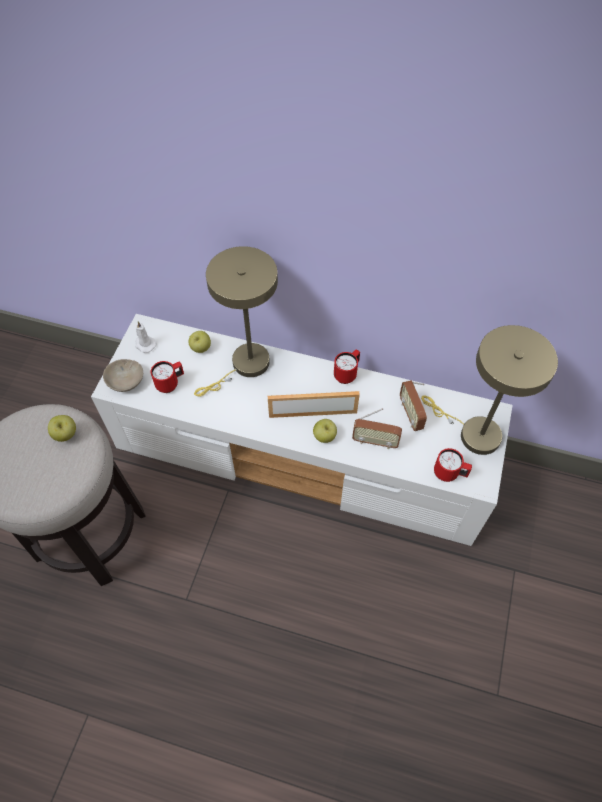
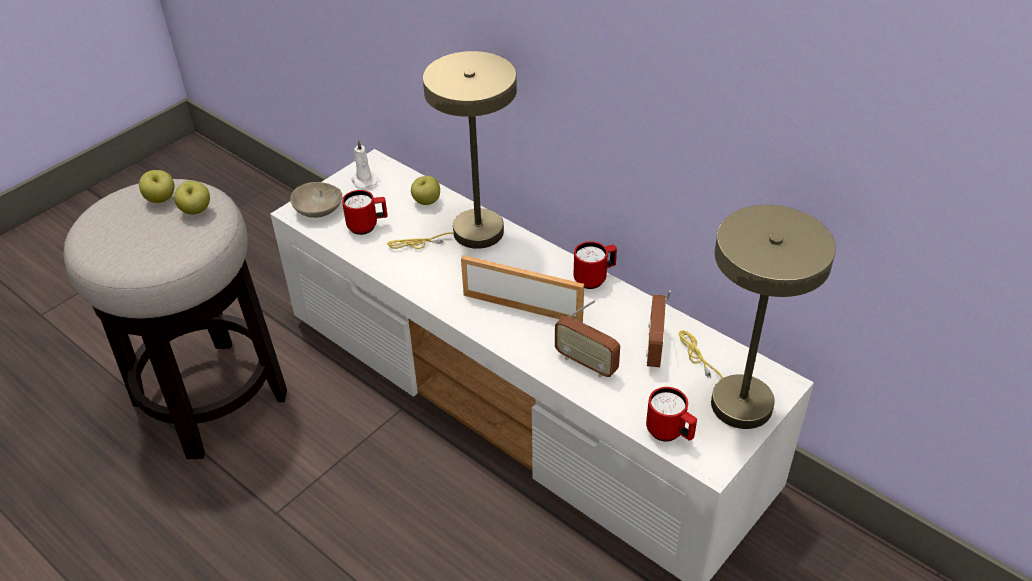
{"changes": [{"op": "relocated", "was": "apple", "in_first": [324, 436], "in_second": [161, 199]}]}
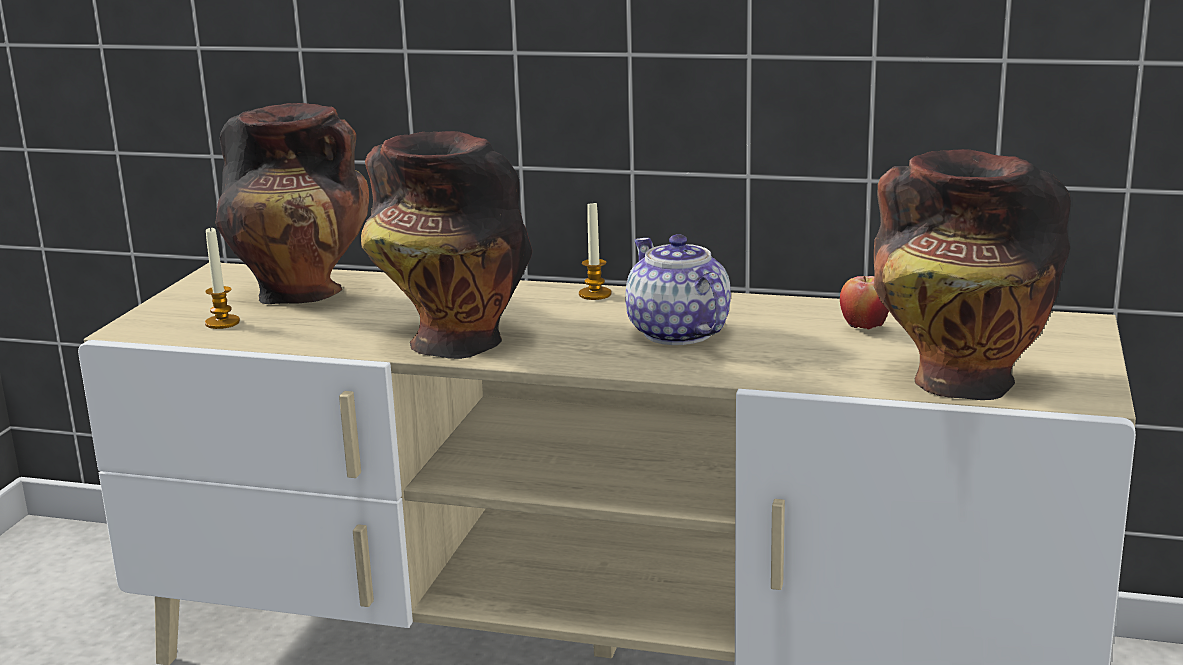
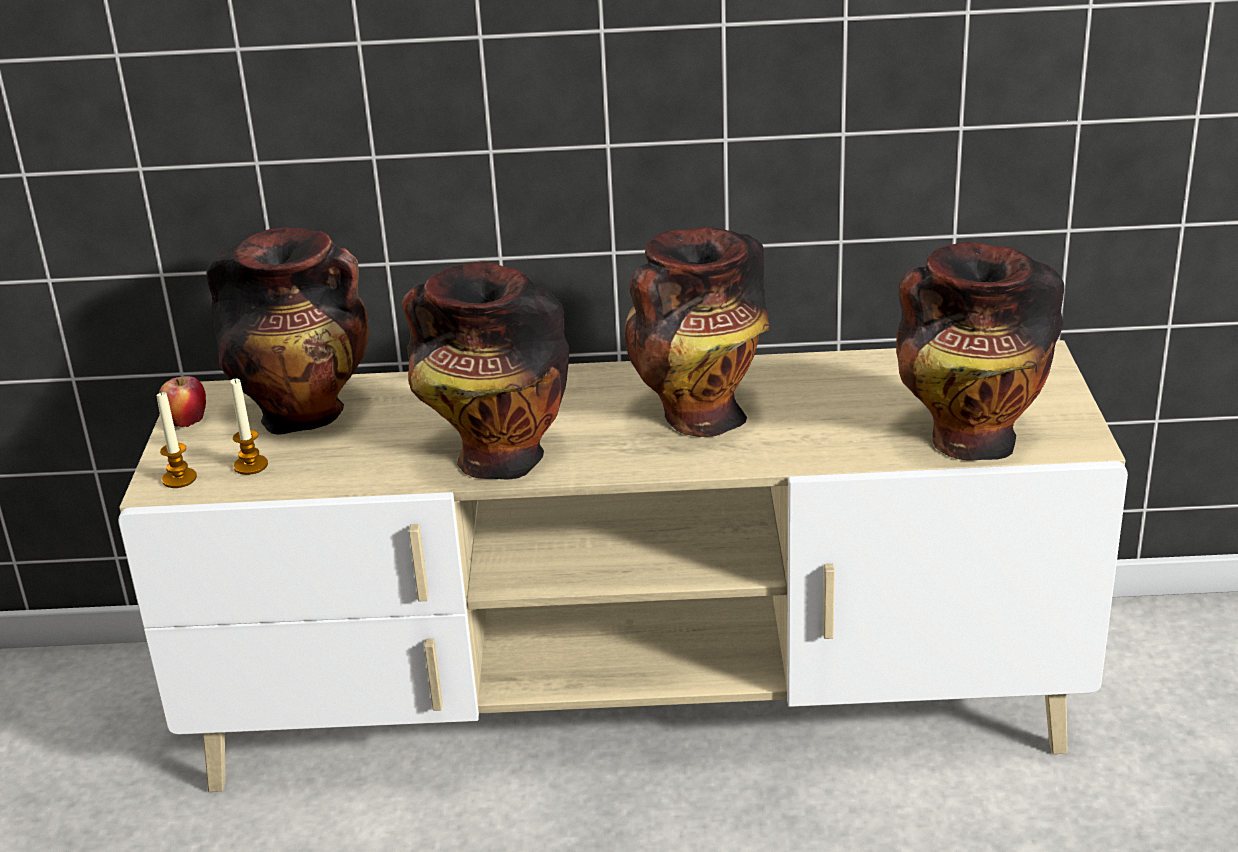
{"changes": [{"op": "relocated", "was": "candle", "in_first": [595, 294], "in_second": [179, 479]}, {"op": "relocated", "was": "apple", "in_first": [864, 328], "in_second": [187, 422]}, {"op": "exchanged", "was": "teapot", "now": "vase", "in_first": [677, 333], "in_second": [700, 417]}]}
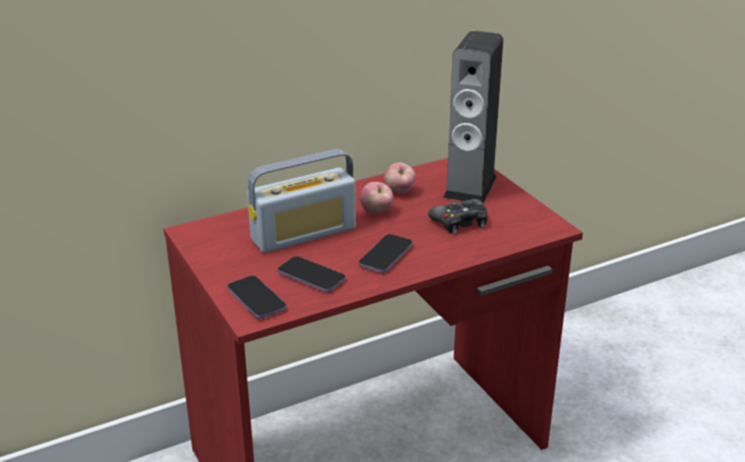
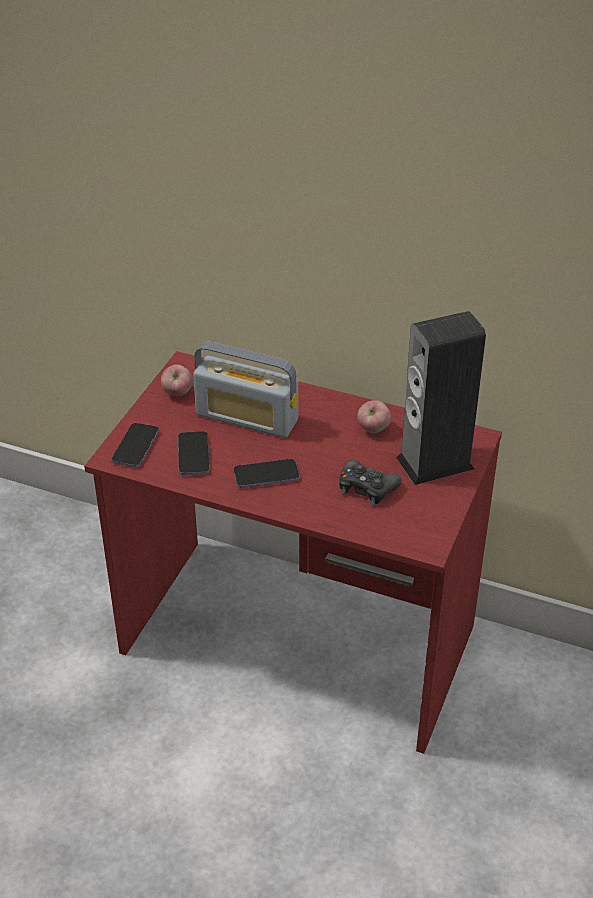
{"changes": [{"op": "relocated", "was": "apple", "in_first": [376, 212], "in_second": [177, 393]}]}
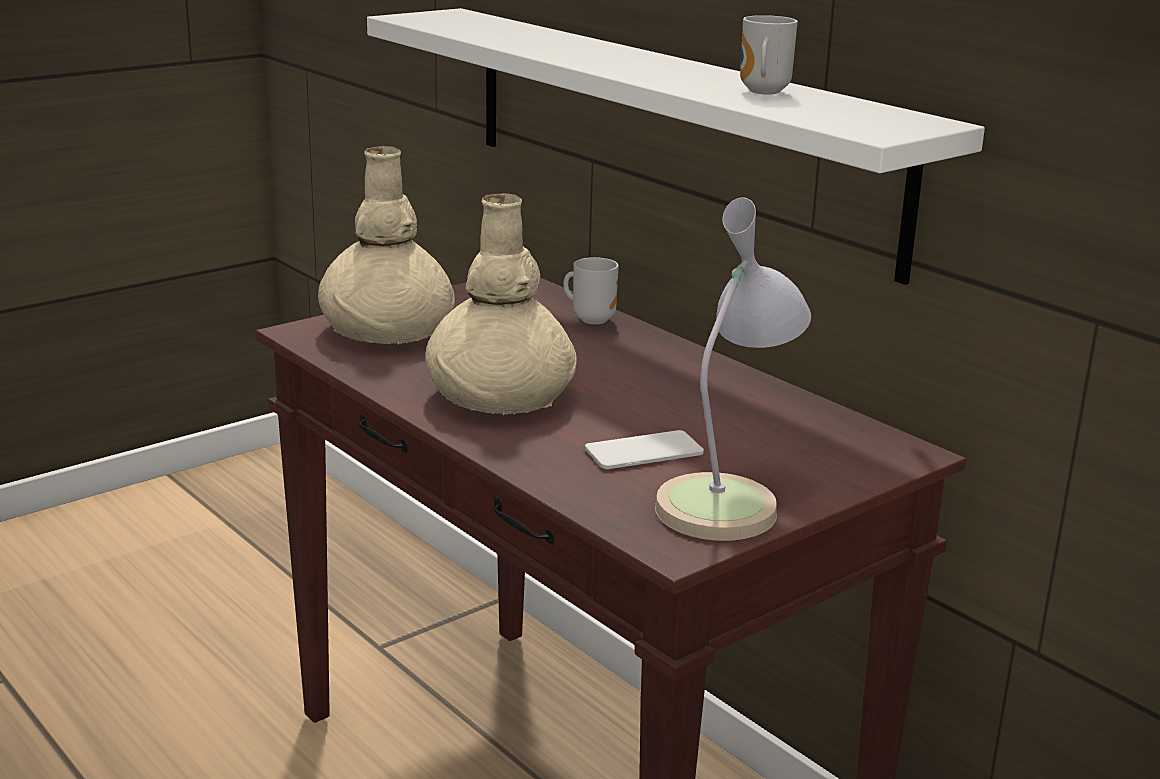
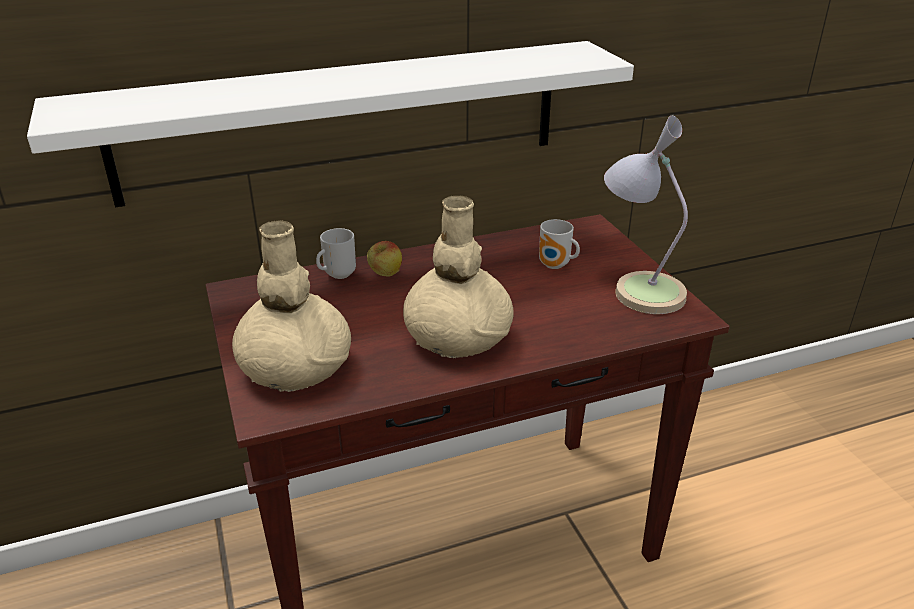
{"changes": [{"op": "appeared", "now": "apple", "in_second": [385, 275]}, {"op": "relocated", "was": "mug", "in_first": [761, 92], "in_second": [555, 266]}, {"op": "missing", "was": "phone", "in_first": [644, 452]}]}
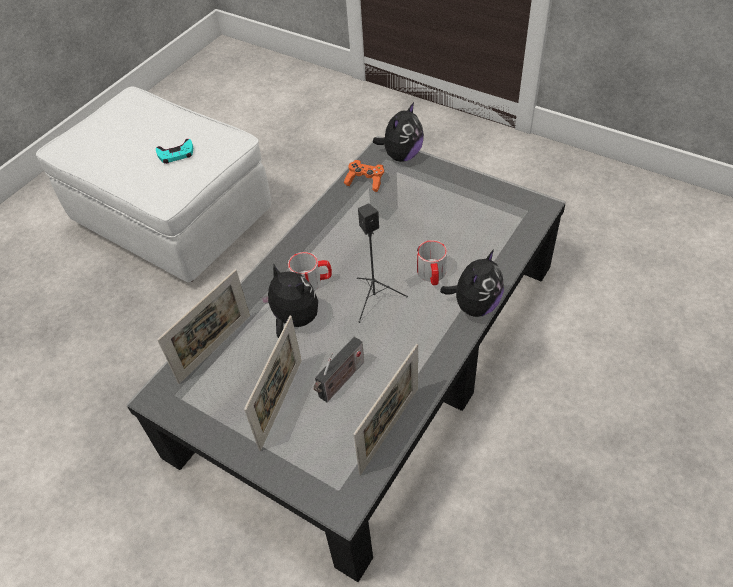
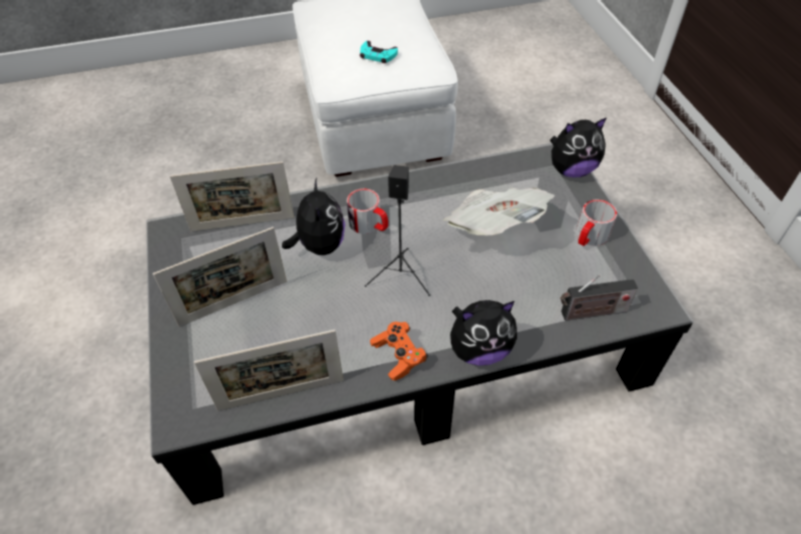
{"changes": [{"op": "relocated", "was": "orange game controller", "in_first": [365, 181], "in_second": [399, 355]}, {"op": "appeared", "now": "newspaper", "in_second": [493, 227]}, {"op": "relocated", "was": "radio", "in_first": [340, 382], "in_second": [591, 313]}, {"op": "relocated", "was": "mug", "in_first": [432, 275], "in_second": [589, 237]}]}
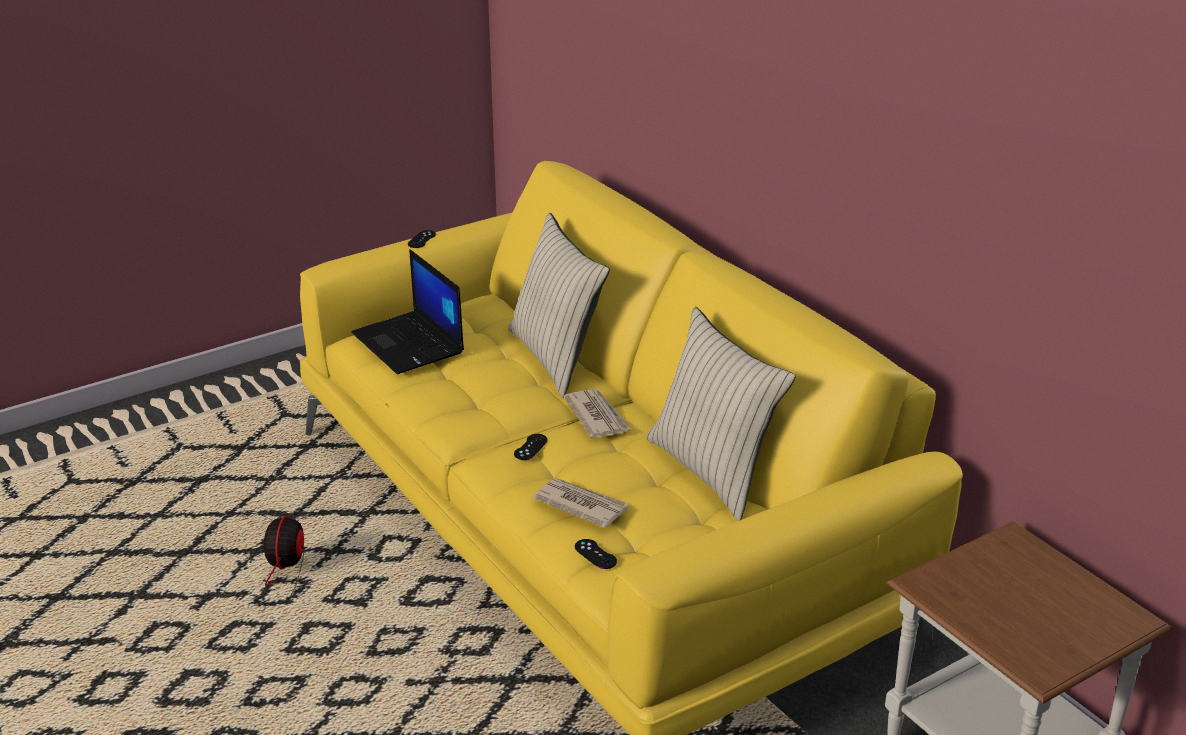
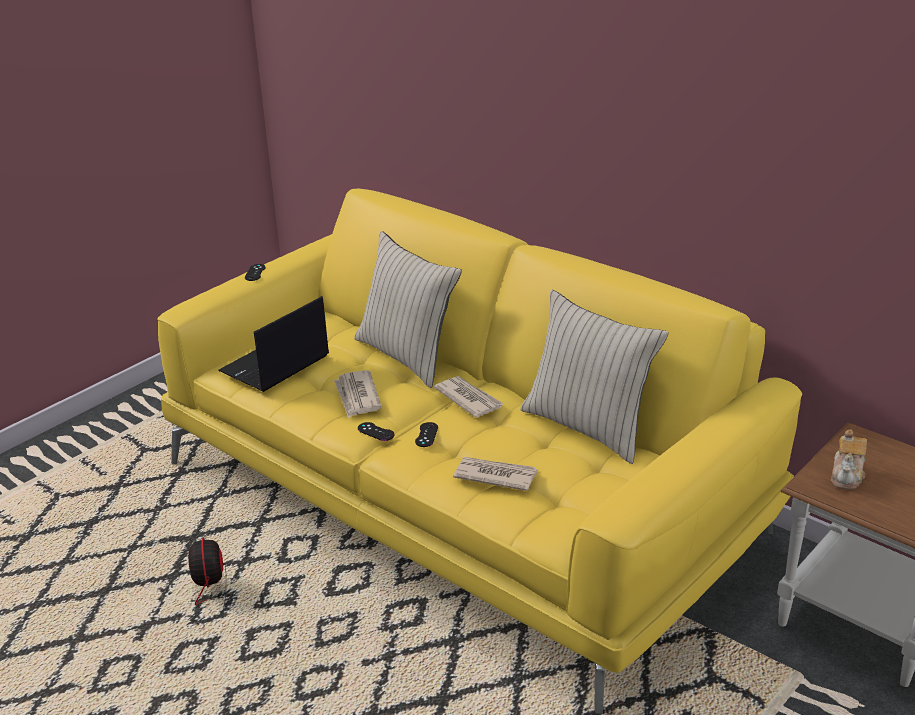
{"changes": [{"op": "spun", "was": "laptop", "in_first": [410, 344], "in_second": [274, 365], "clockwise": 90}, {"op": "appeared", "now": "newspaper", "in_second": [357, 396]}, {"op": "relocated", "was": "black game controller", "in_first": [595, 554], "in_second": [376, 432]}, {"op": "appeared", "now": "teapot", "in_second": [847, 475]}]}
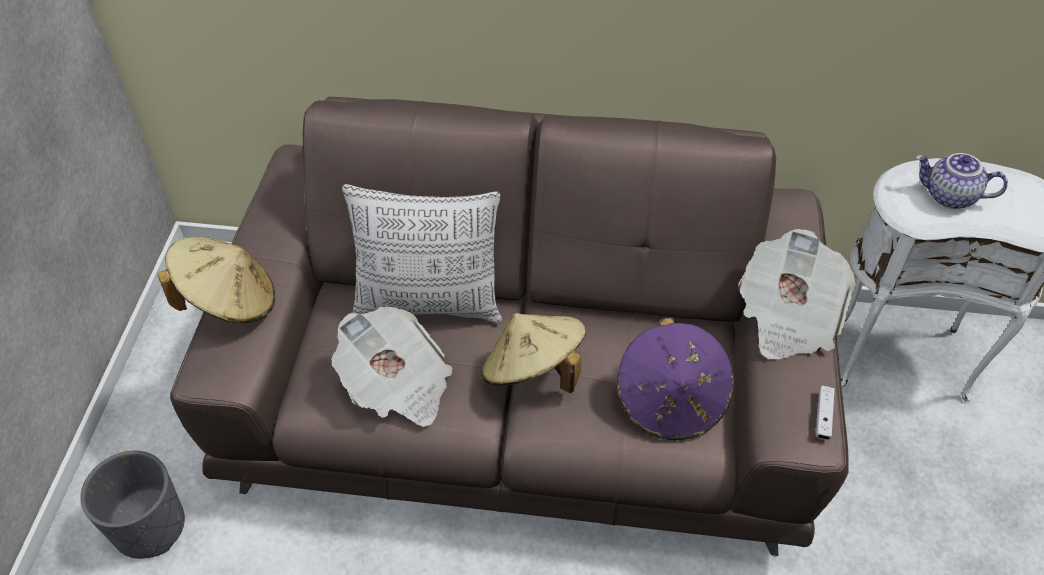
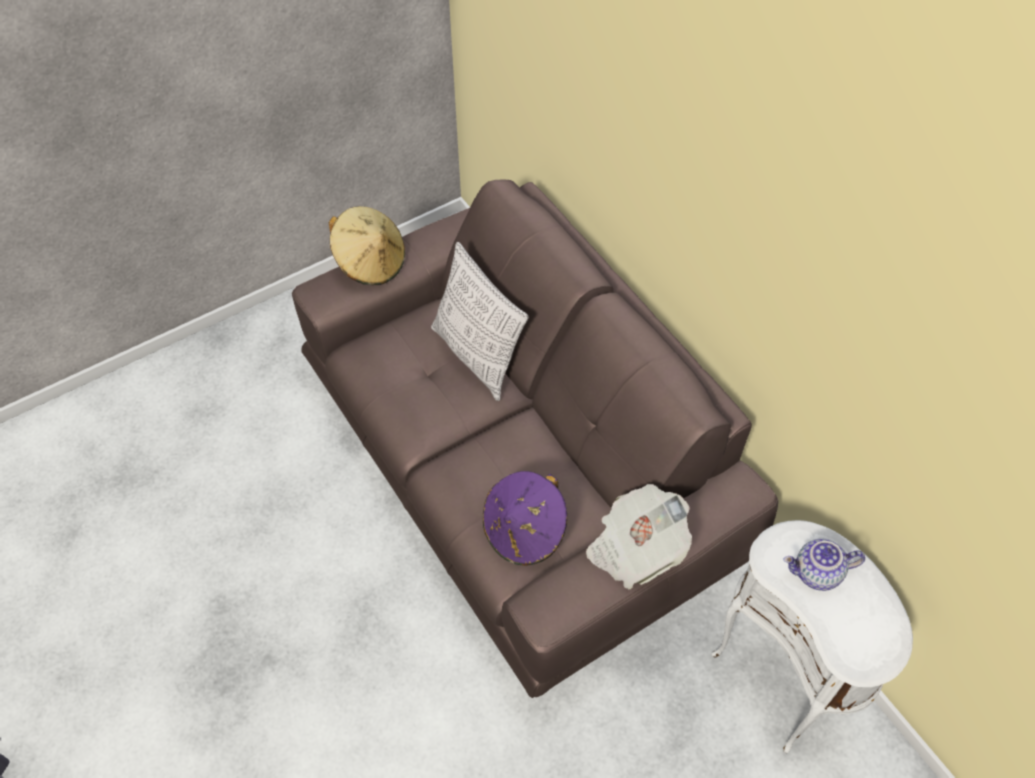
{"changes": [{"op": "spun", "was": "teapot", "in_first": [949, 197], "in_second": [817, 574], "clockwise": -75}, {"op": "missing", "was": "grey planter", "in_first": [149, 527]}, {"op": "missing", "was": "newspaper", "in_first": [397, 385]}, {"op": "missing", "was": "beige hat", "in_first": [533, 372]}, {"op": "missing", "was": "white game controller", "in_first": [823, 416]}]}
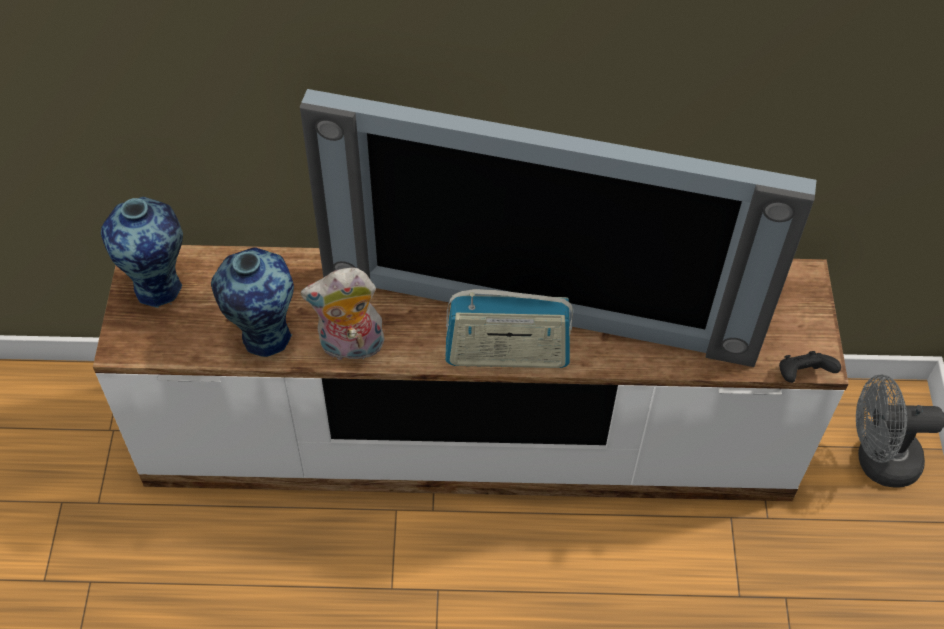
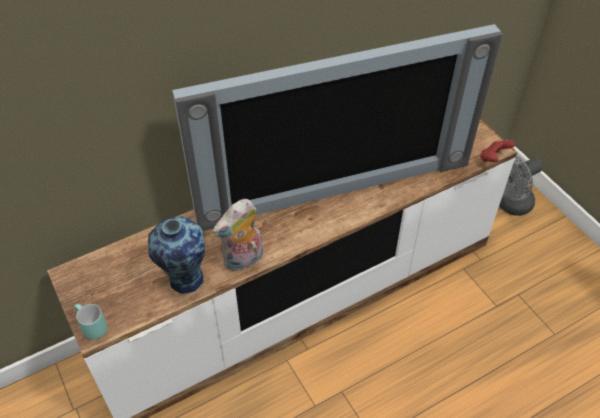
{"changes": [{"op": "appeared", "now": "turquoise mug", "in_second": [90, 327]}, {"op": "colour", "was": "black game controller", "now": "red game controller", "in_first": [802, 376], "in_second": [493, 158]}, {"op": "missing", "was": "vase", "in_first": [159, 285]}, {"op": "missing", "was": "radio", "in_first": [507, 355]}]}
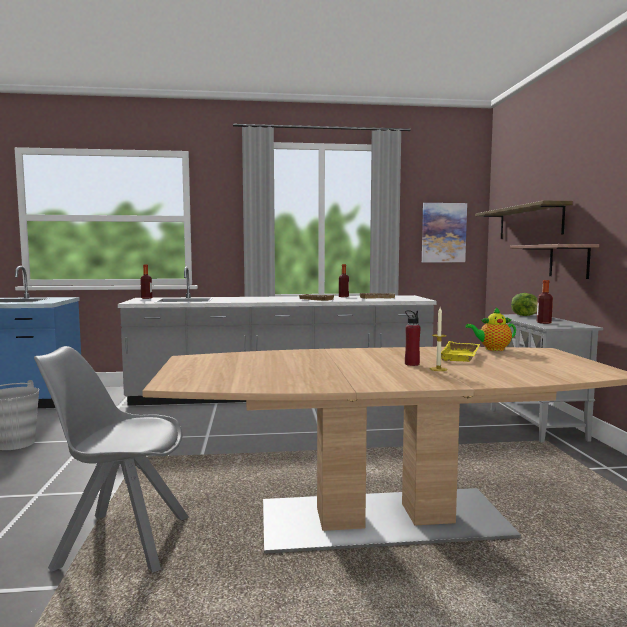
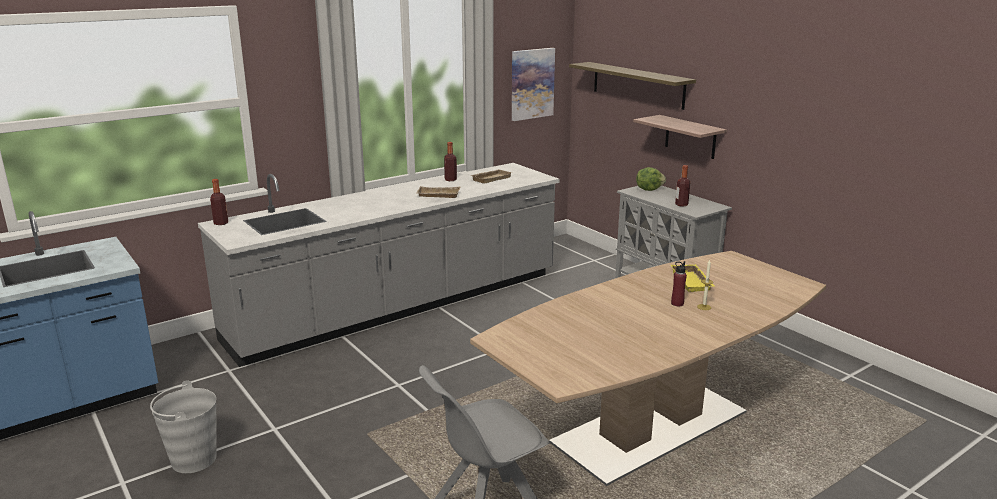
{"changes": [{"op": "missing", "was": "teapot", "in_first": [492, 349]}]}
